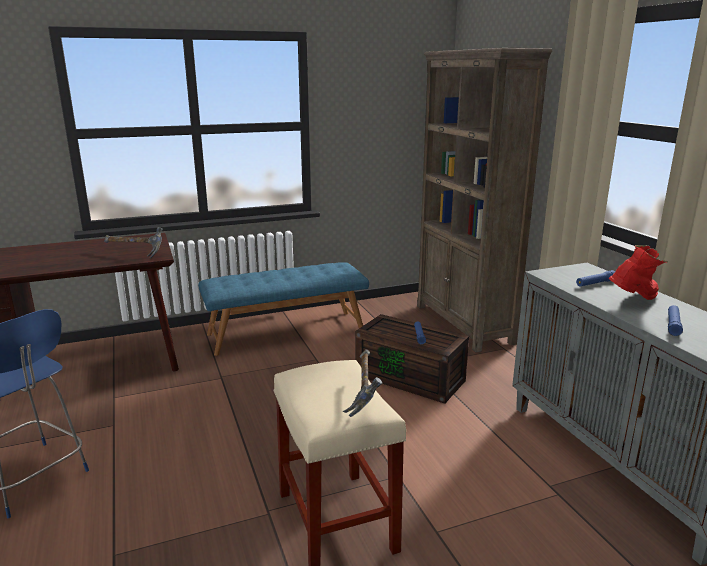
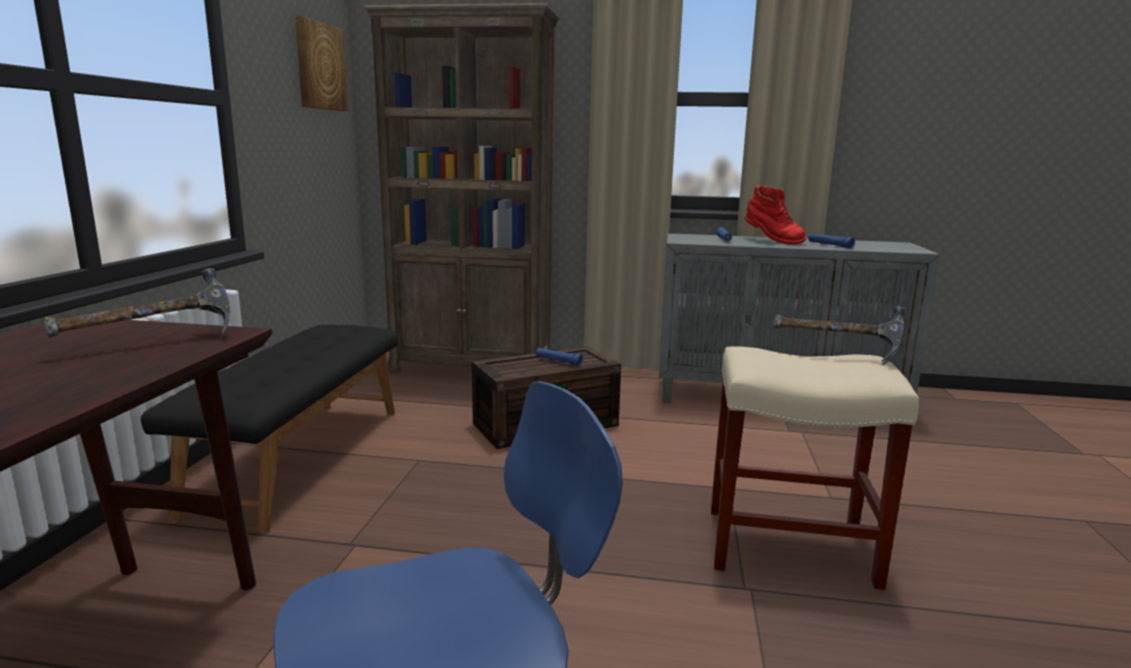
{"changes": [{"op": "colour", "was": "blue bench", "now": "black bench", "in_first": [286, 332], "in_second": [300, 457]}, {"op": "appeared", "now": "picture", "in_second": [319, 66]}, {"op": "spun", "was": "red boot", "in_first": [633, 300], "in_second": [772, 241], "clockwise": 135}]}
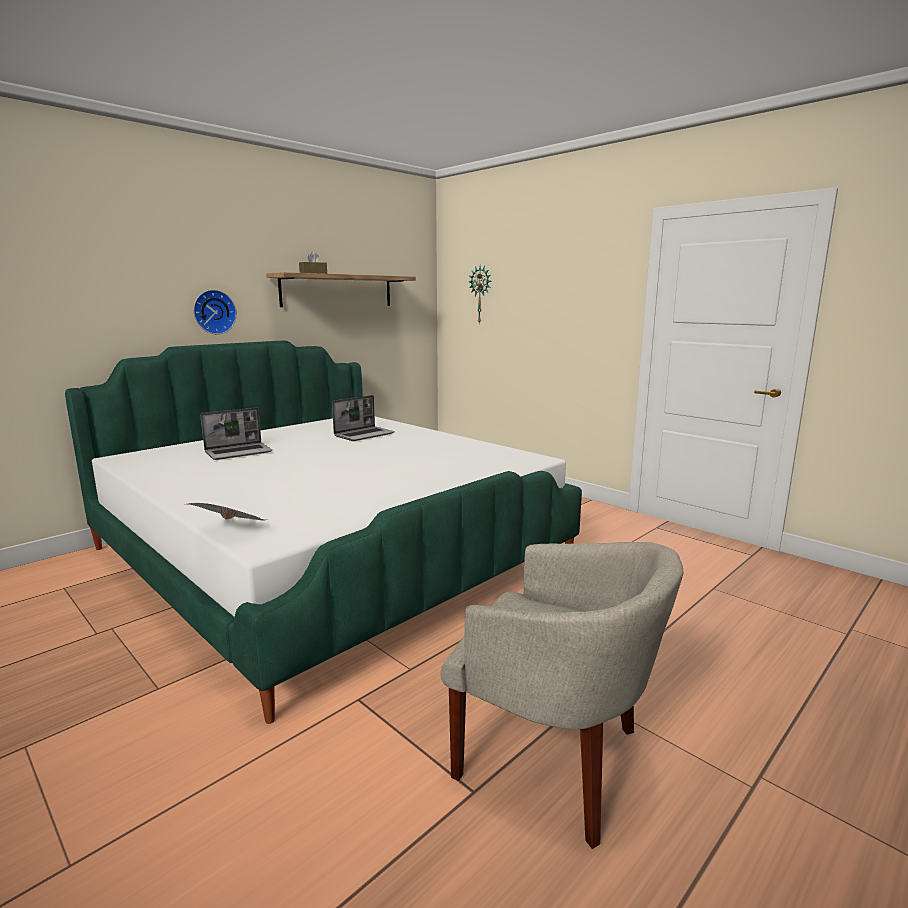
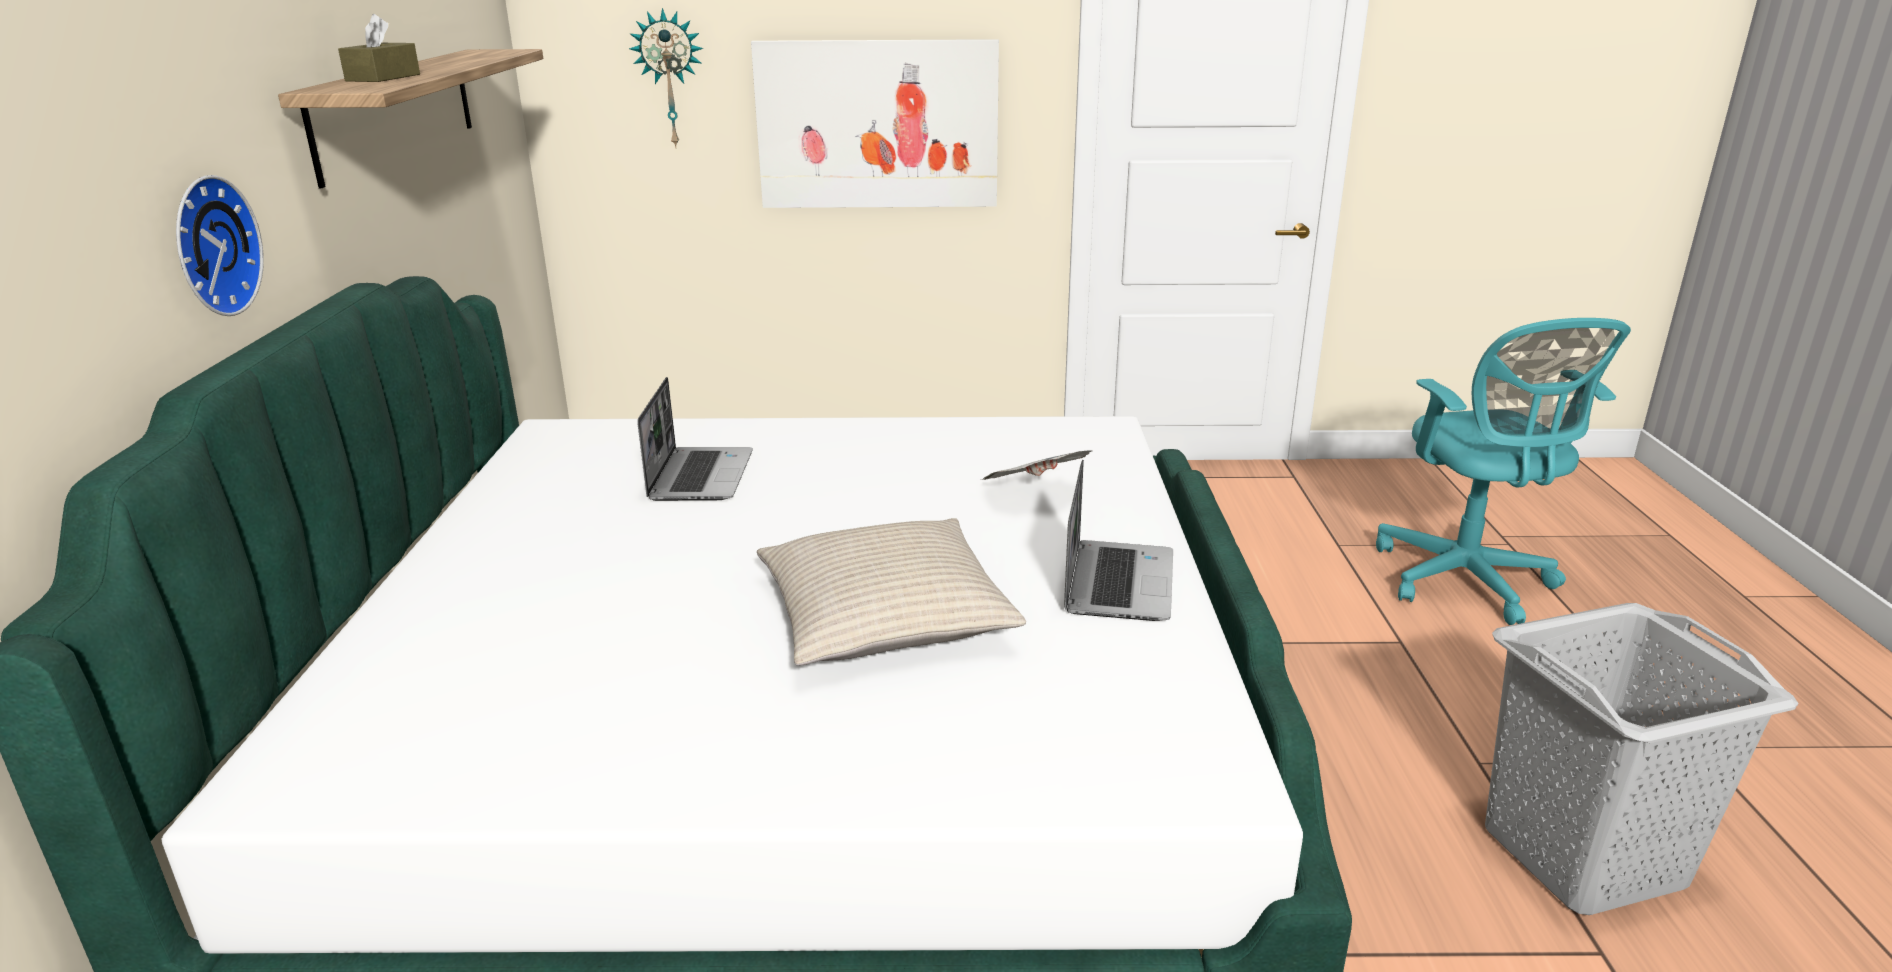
{"changes": [{"op": "appeared", "now": "picture", "in_second": [877, 125]}, {"op": "appeared", "now": "beige pillow", "in_second": [885, 615]}, {"op": "relocated", "was": "newspaper", "in_first": [232, 532], "in_second": [1034, 493]}, {"op": "relocated", "was": "laptop", "in_first": [239, 452], "in_second": [1117, 582]}, {"op": "appeared", "now": "turquoise office chair", "in_second": [1466, 581]}, {"op": "exchanged", "was": "beige armchair", "now": "grey laundry basket", "in_first": [555, 760], "in_second": [1584, 857]}]}
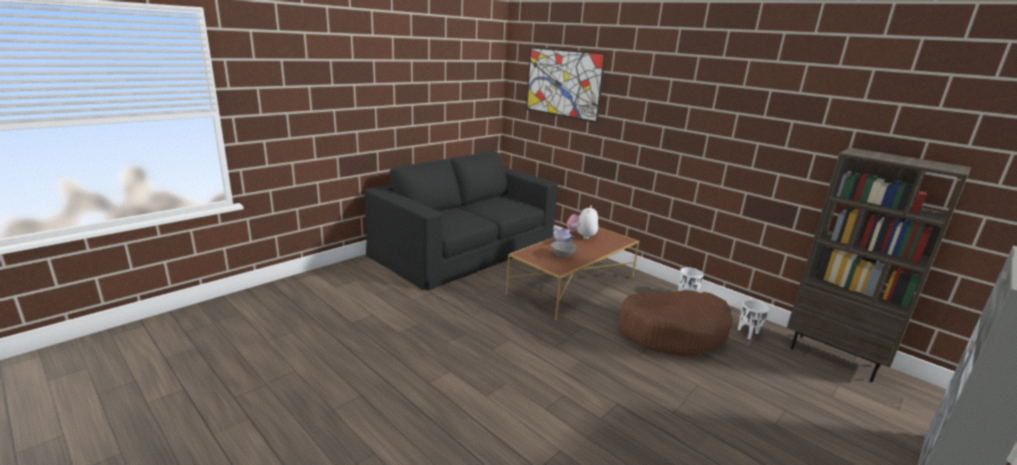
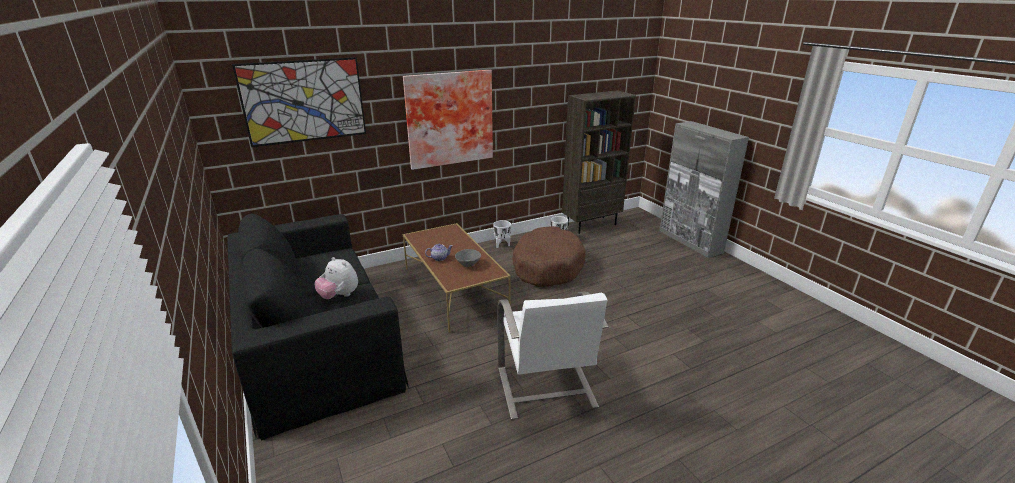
{"changes": [{"op": "relocated", "was": "plush toy", "in_first": [582, 236], "in_second": [339, 296]}, {"op": "appeared", "now": "picture", "in_second": [449, 118]}, {"op": "appeared", "now": "white armchair", "in_second": [546, 388]}]}
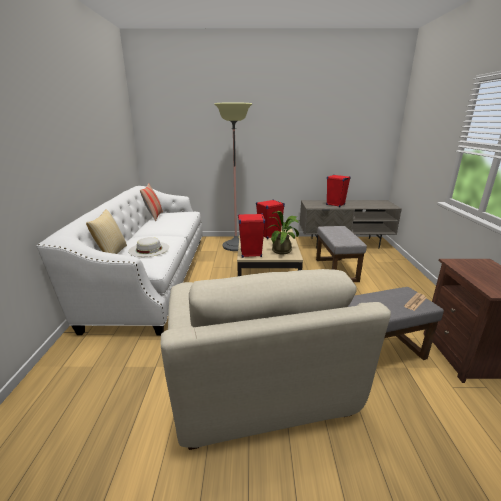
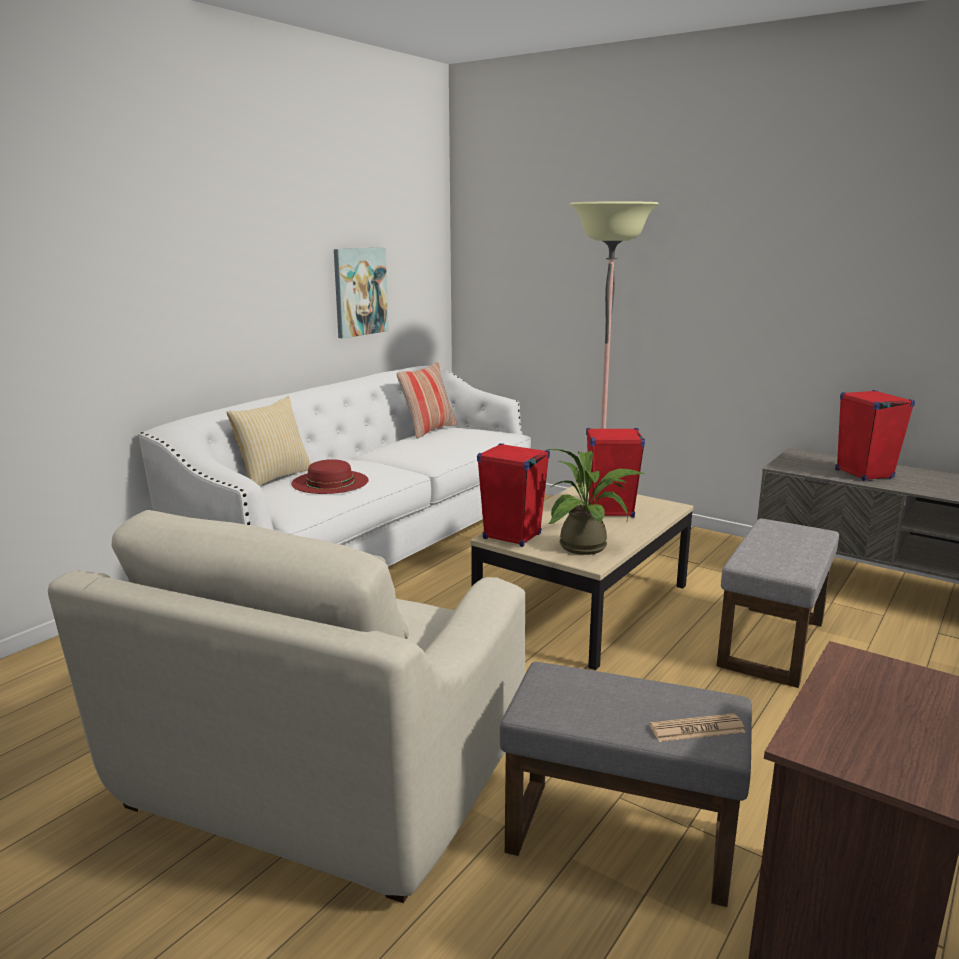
{"changes": [{"op": "colour", "was": "white hat", "now": "red hat", "in_first": [149, 249], "in_second": [330, 482]}, {"op": "appeared", "now": "picture", "in_second": [360, 291]}]}
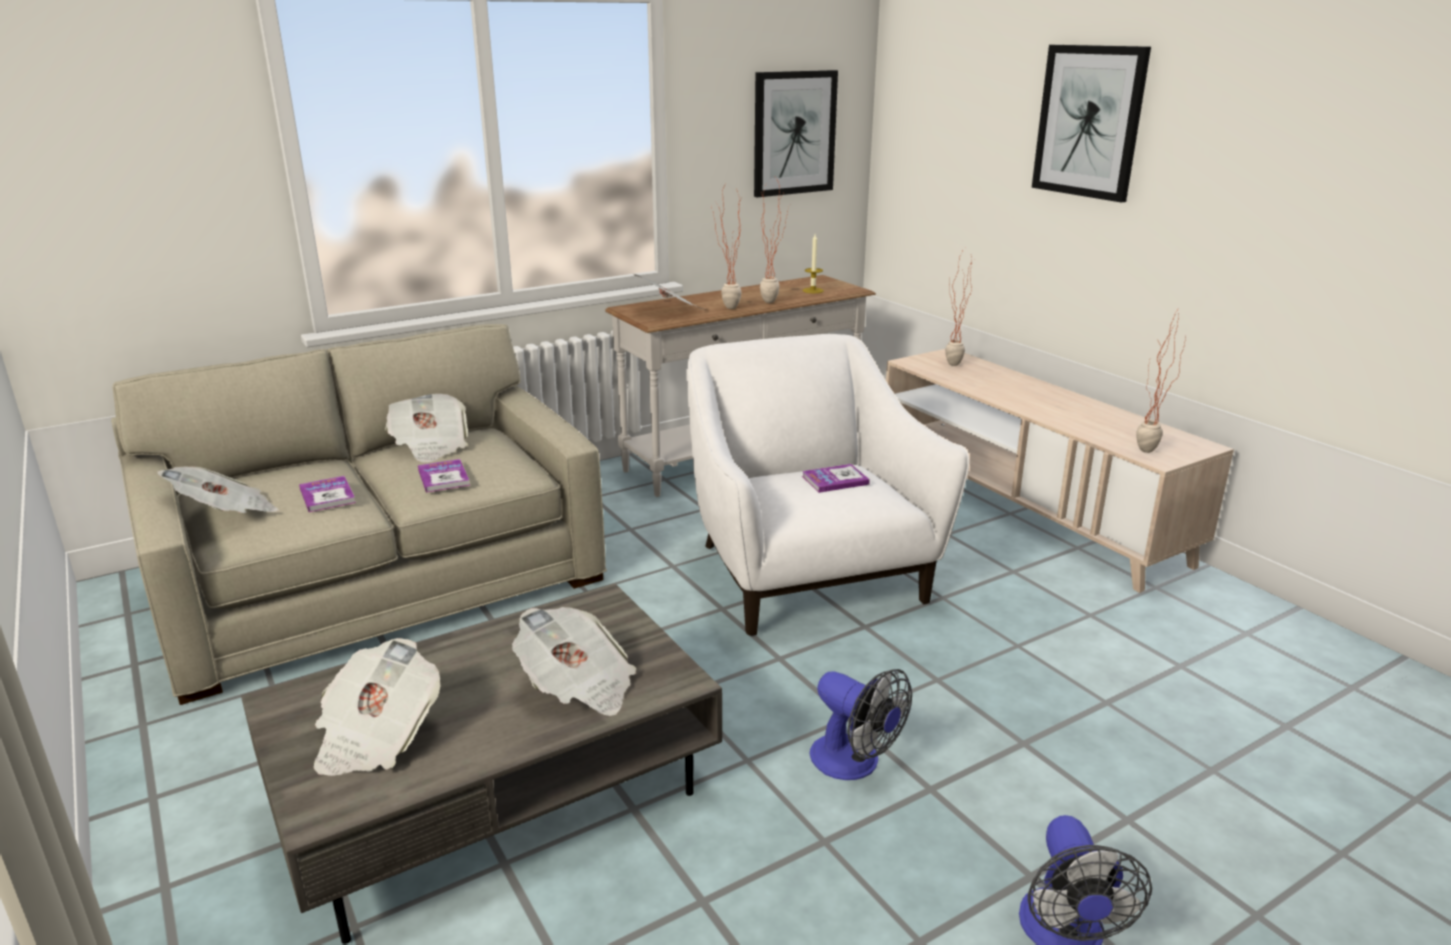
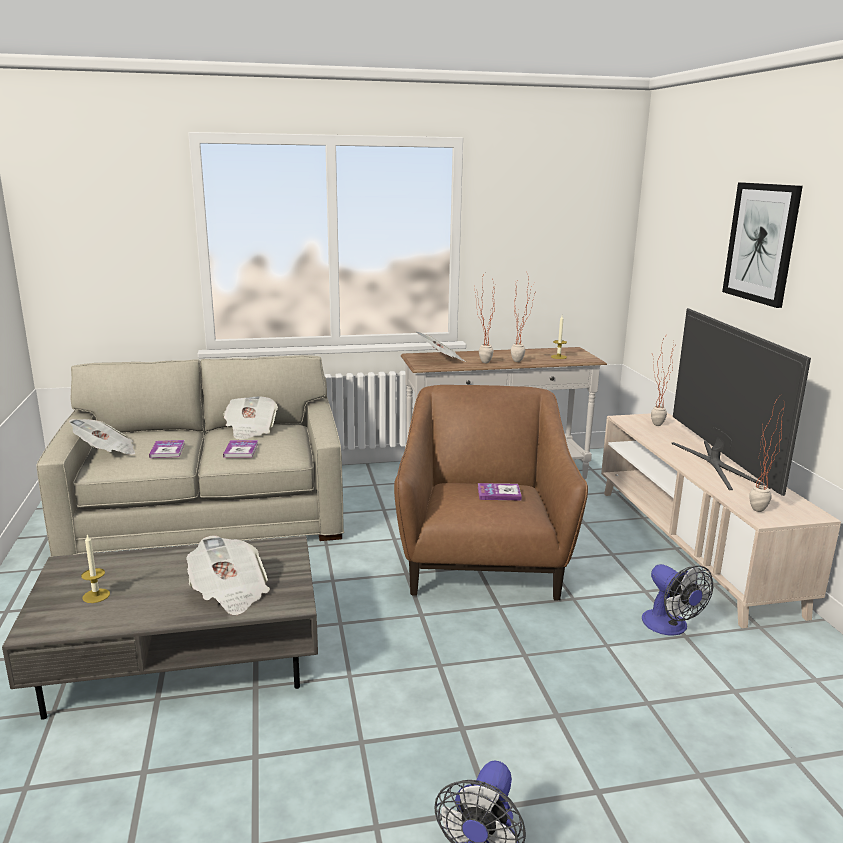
{"changes": [{"op": "exchanged", "was": "newspaper", "now": "candle", "in_first": [376, 737], "in_second": [96, 596]}, {"op": "colour", "was": "white armchair", "now": "brown armchair", "in_first": [805, 573], "in_second": [482, 561]}, {"op": "relocated", "was": "fan", "in_first": [854, 763], "in_second": [670, 627]}, {"op": "appeared", "now": "television", "in_second": [717, 464]}, {"op": "missing", "was": "picture", "in_first": [794, 133]}]}
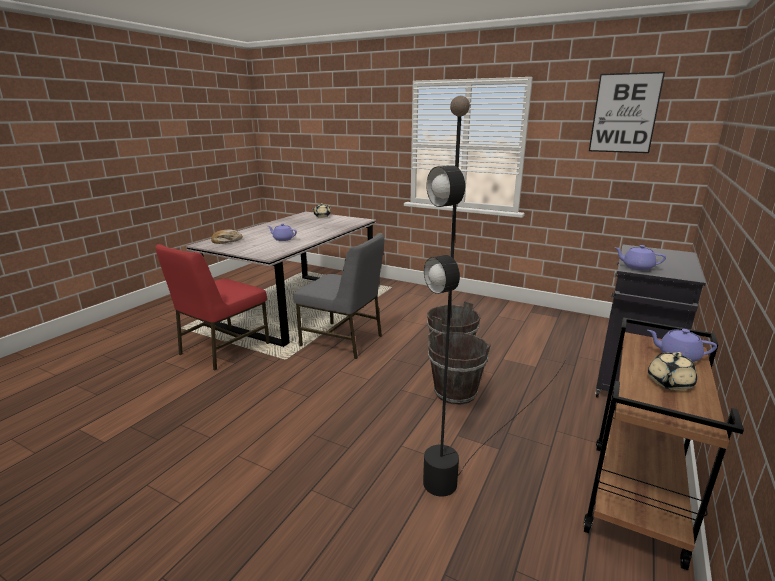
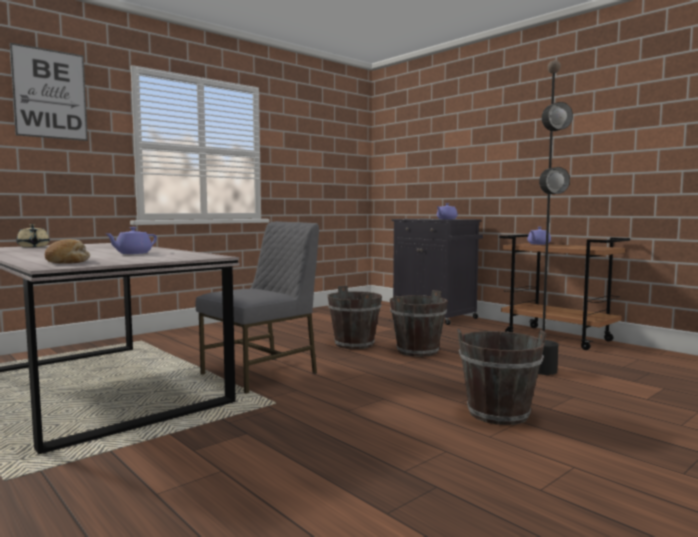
{"changes": [{"op": "relocated", "was": "picture", "in_first": [624, 113], "in_second": [50, 94]}, {"op": "appeared", "now": "brown bucket", "in_second": [498, 414]}, {"op": "missing", "was": "red chair", "in_first": [222, 349]}, {"op": "missing", "was": "beige teapot", "in_first": [669, 383]}]}
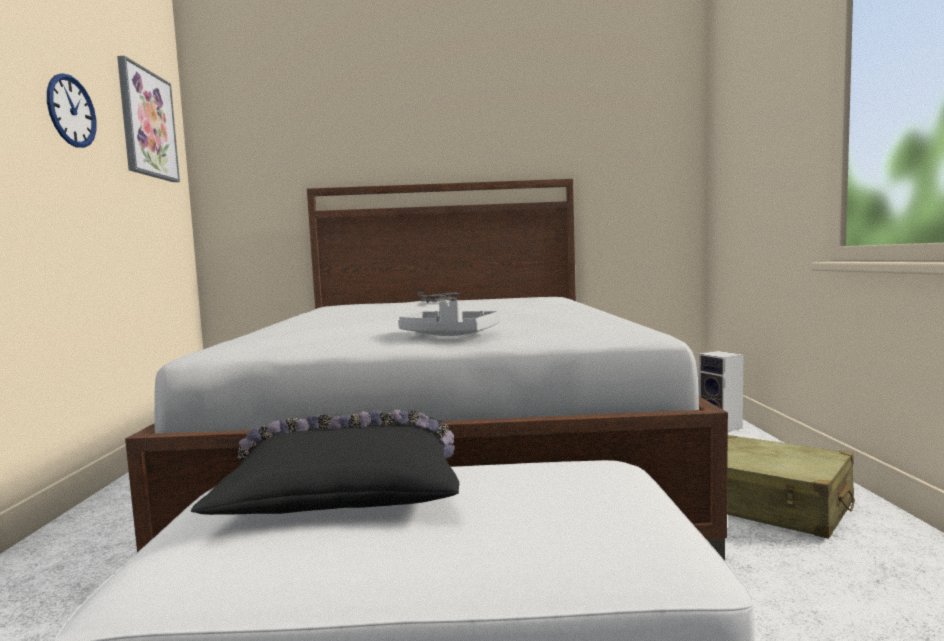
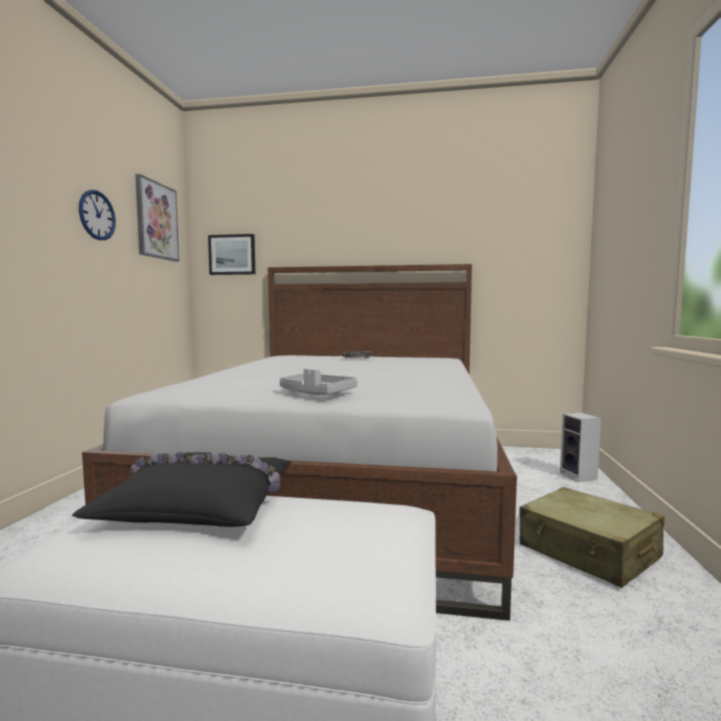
{"changes": [{"op": "appeared", "now": "picture", "in_second": [232, 254]}]}
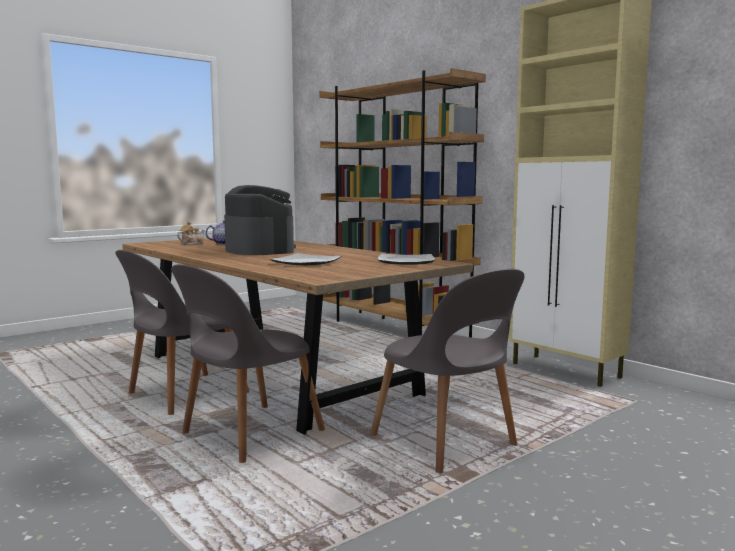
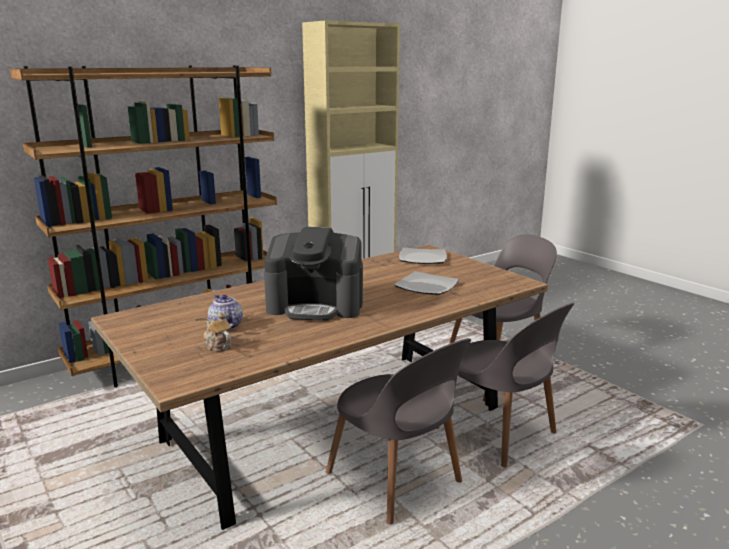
{"changes": [{"op": "spun", "was": "coffee machine", "in_first": [259, 250], "in_second": [316, 305], "clockwise": -150}]}
